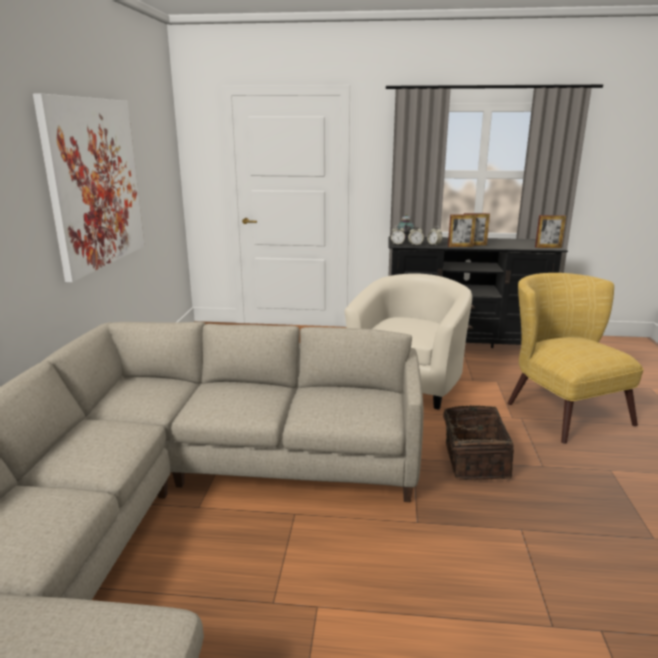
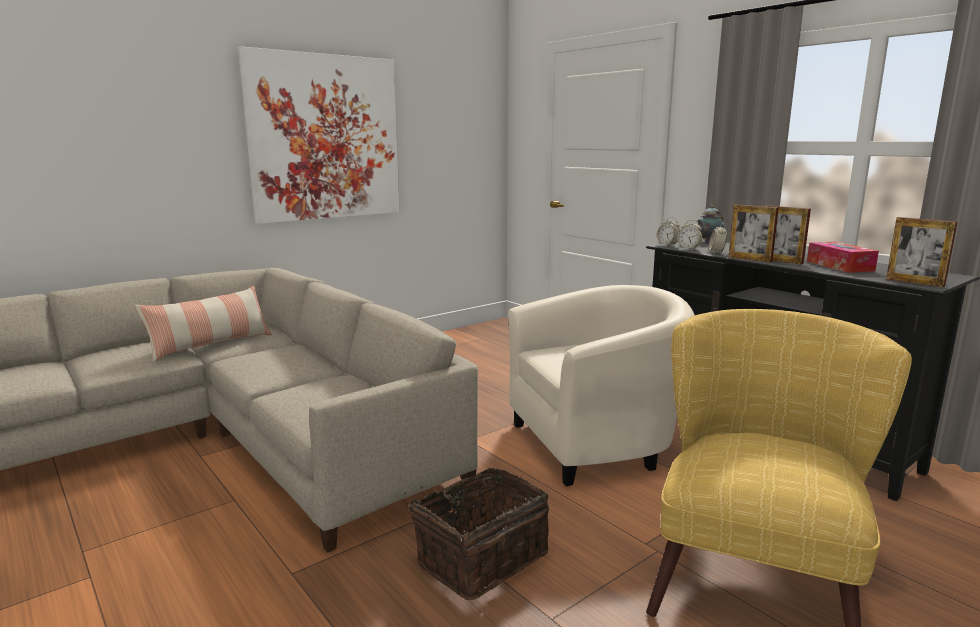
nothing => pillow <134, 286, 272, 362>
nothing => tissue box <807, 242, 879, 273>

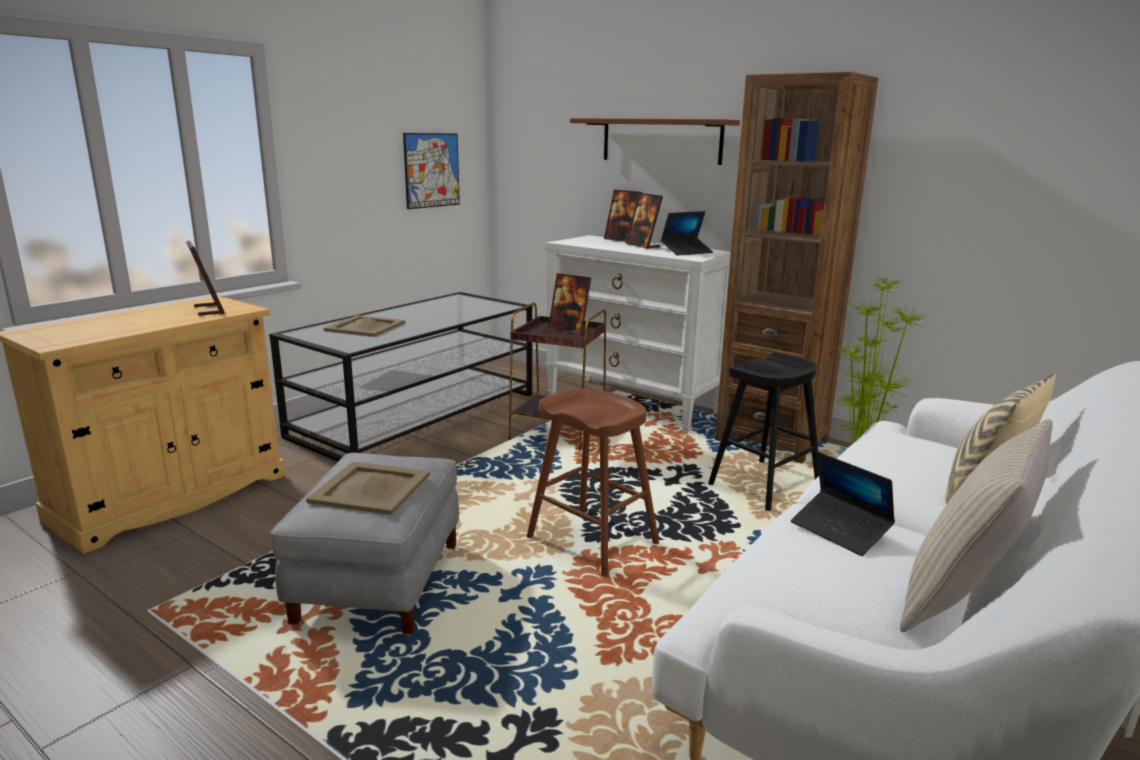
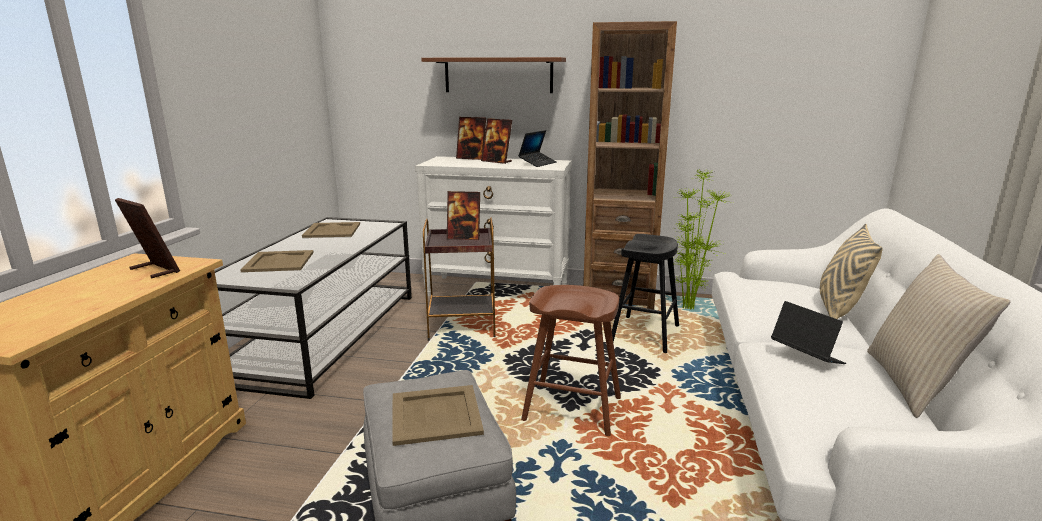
picture <403, 133, 460, 209> => nothing
nothing => tray in beige <302, 222, 360, 238>
laptop <791, 452, 895, 556> => laptop <771, 301, 846, 364>, 150 degrees counterclockwise

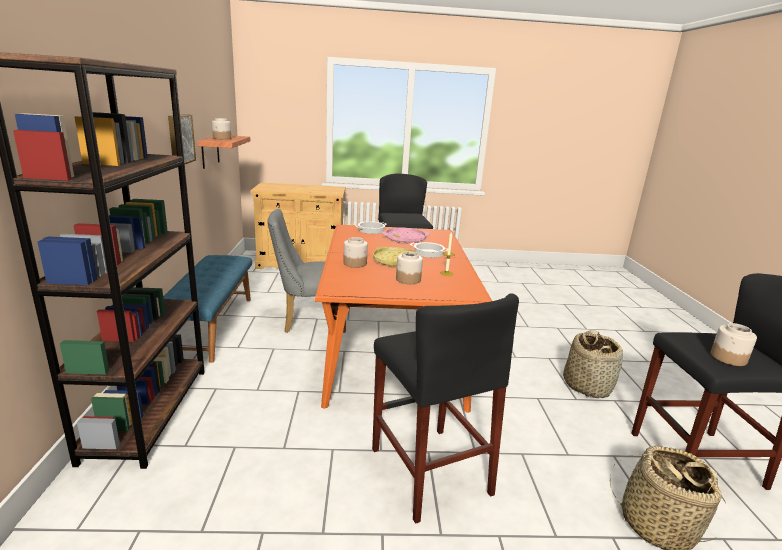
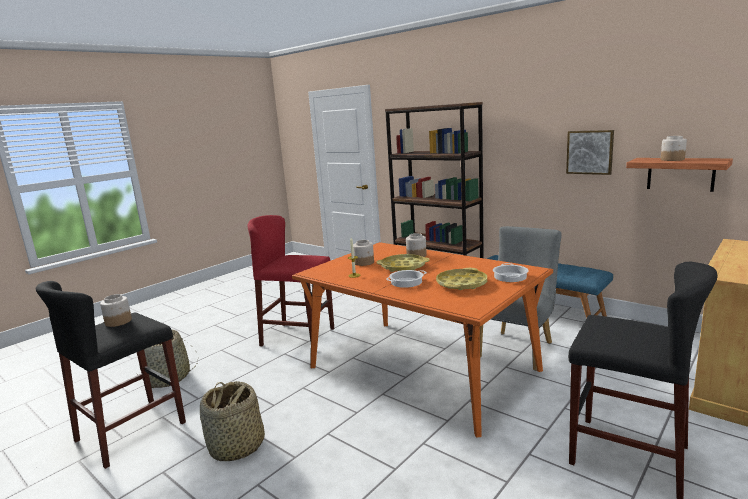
stool in black <372, 293, 519, 524> => stool in red <247, 215, 334, 346>
tray in pink <382, 228, 430, 244> => tray in yellow <436, 268, 487, 290>

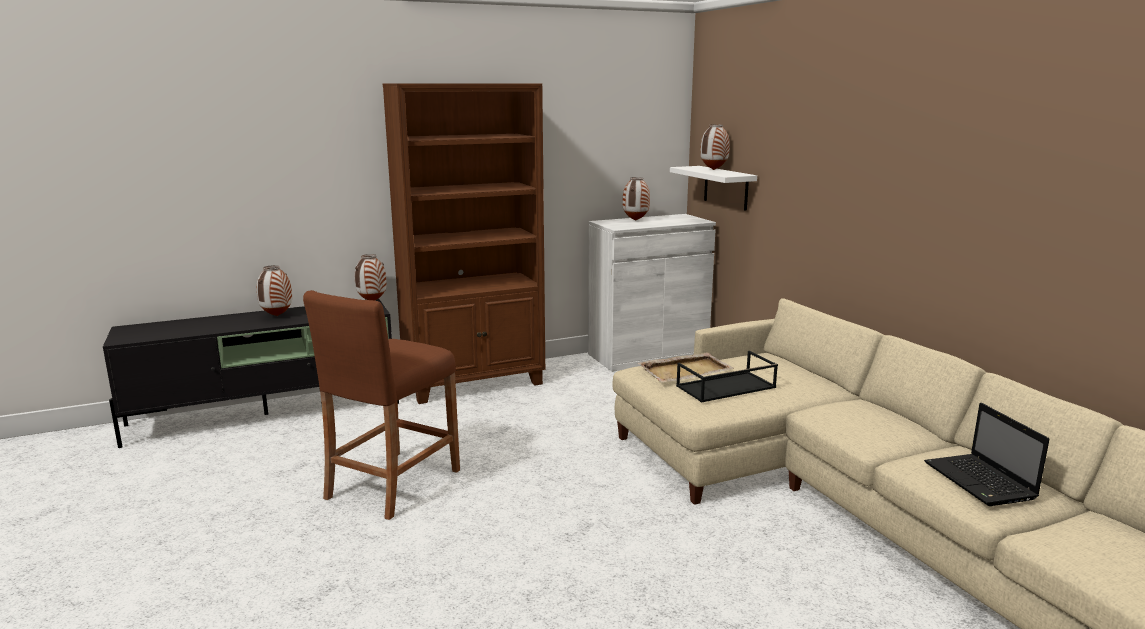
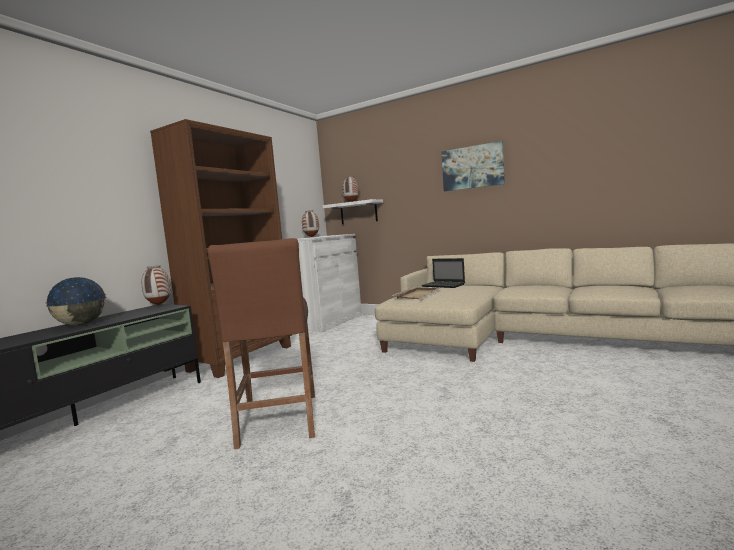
tray in black <676, 351, 778, 402> => nothing
nothing => picture <442, 141, 505, 191>
laptop <924, 403, 1049, 506> => laptop <421, 258, 465, 288>, move
vase <257, 265, 292, 316> => globe <46, 277, 107, 325>

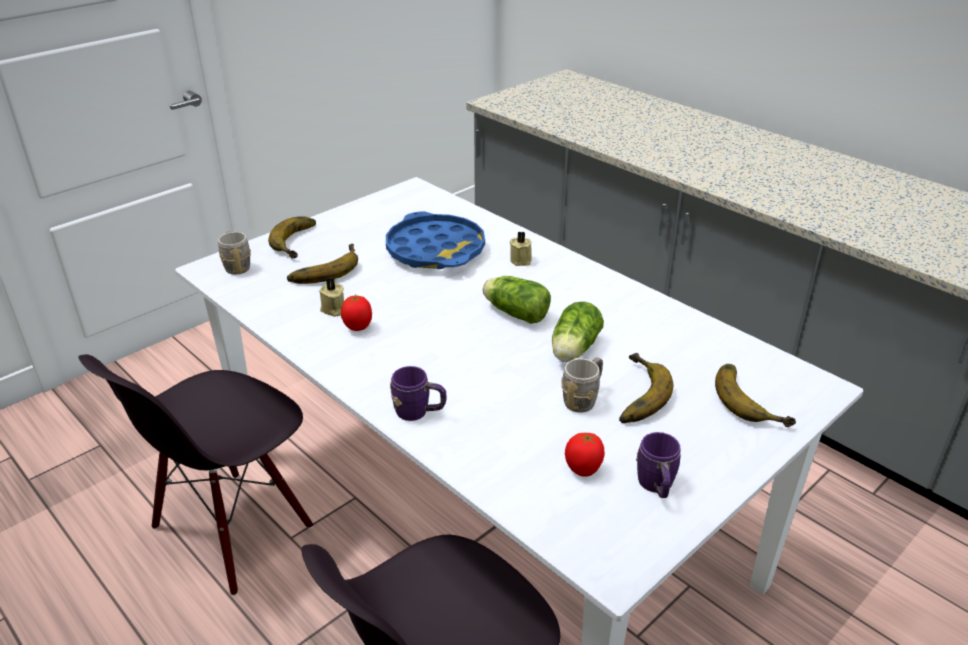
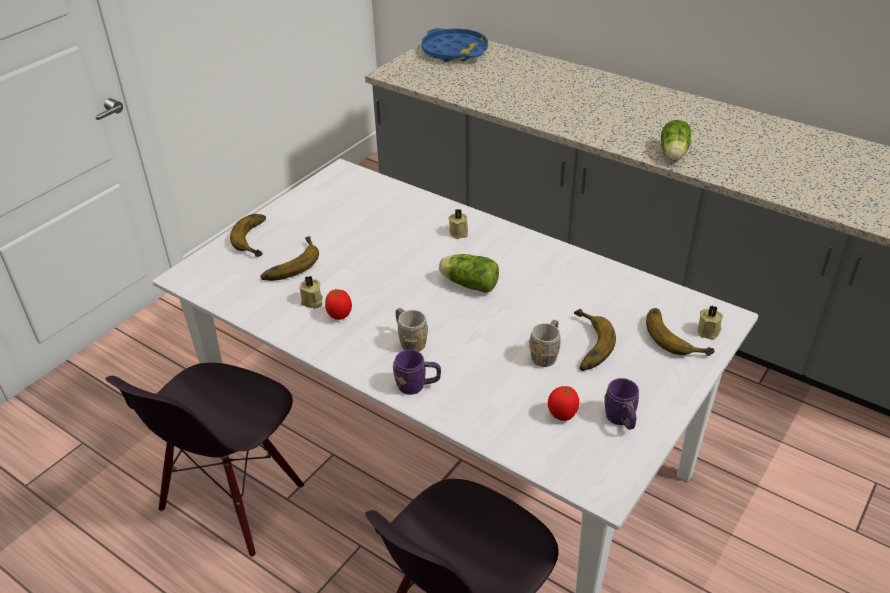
nothing => candle in beige <697, 305, 723, 340>
mug in grey <218, 231, 251, 275> => mug in grey <396, 308, 428, 352>, move
tray in blue <386, 211, 485, 269> => tray in blue <421, 28, 488, 62>, move
lettuce <552, 302, 604, 362> => lettuce <661, 120, 691, 160>, move

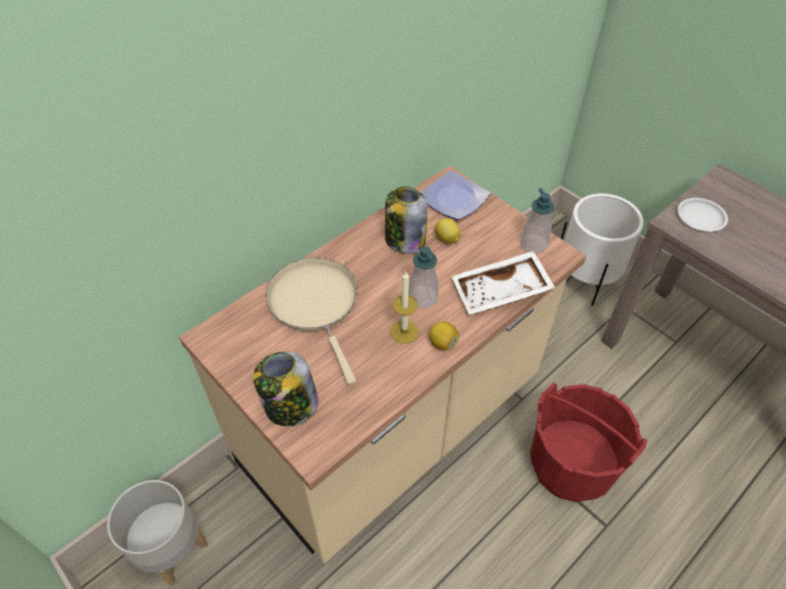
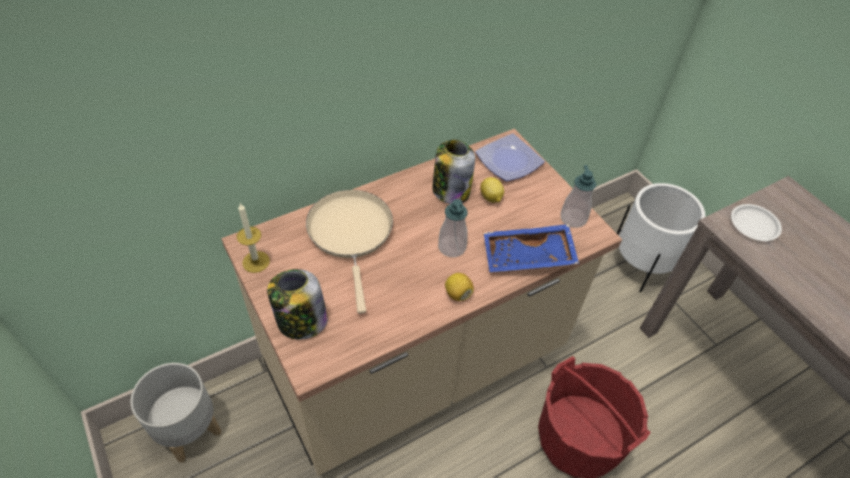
candle <391, 272, 418, 343> => candle <237, 203, 270, 273>, move
tray in white <451, 251, 555, 315> => tray in blue <484, 224, 579, 272>

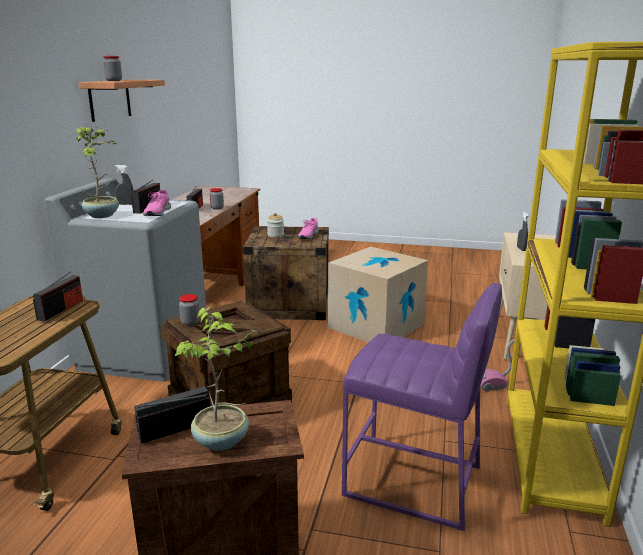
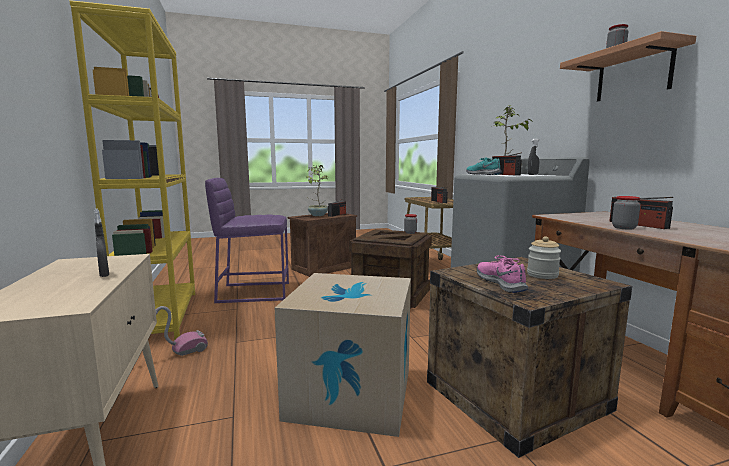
shoe in pink <143, 190, 171, 216> => shoe in turquoise <466, 157, 502, 175>

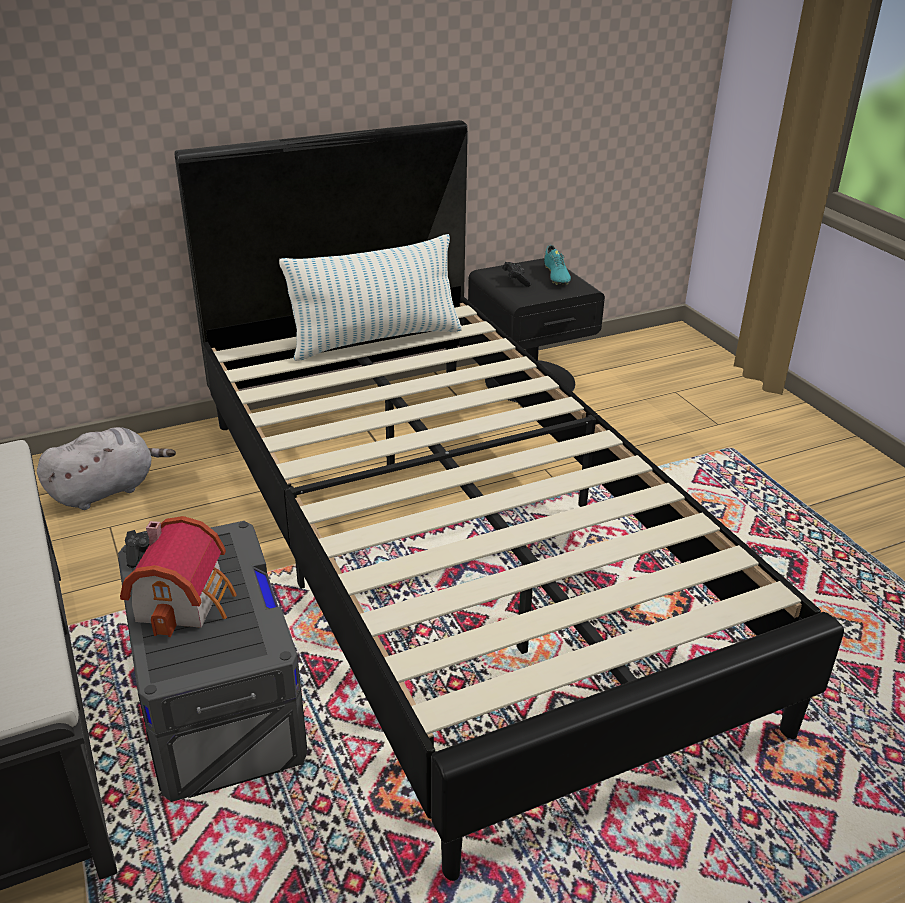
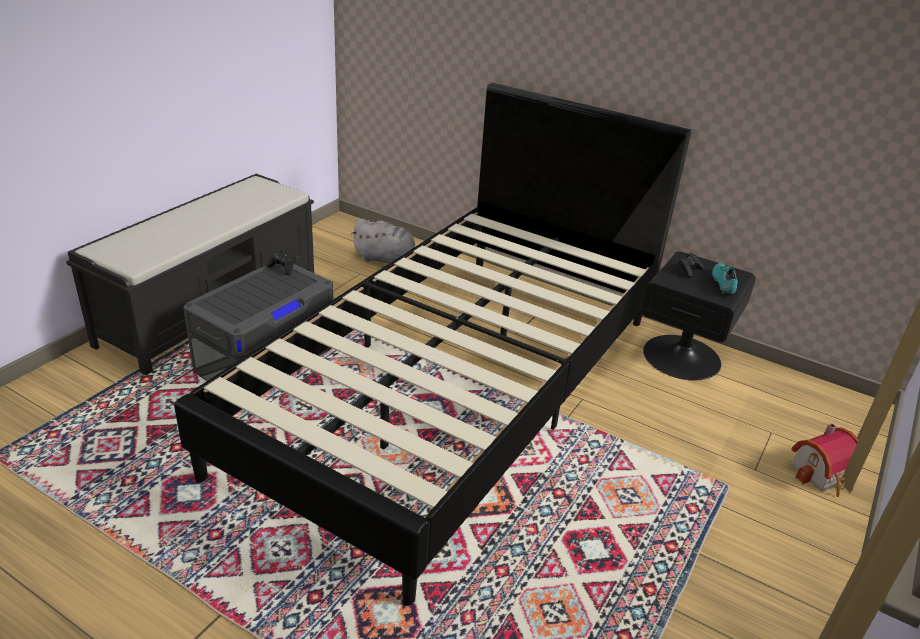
pillow <279, 234, 462, 361> => nothing
toy house <120, 516, 237, 637> => toy house <791, 423, 859, 497>, move
shoe in turquoise <544, 245, 571, 285> => shoe in turquoise <712, 263, 738, 294>, 135 degrees clockwise

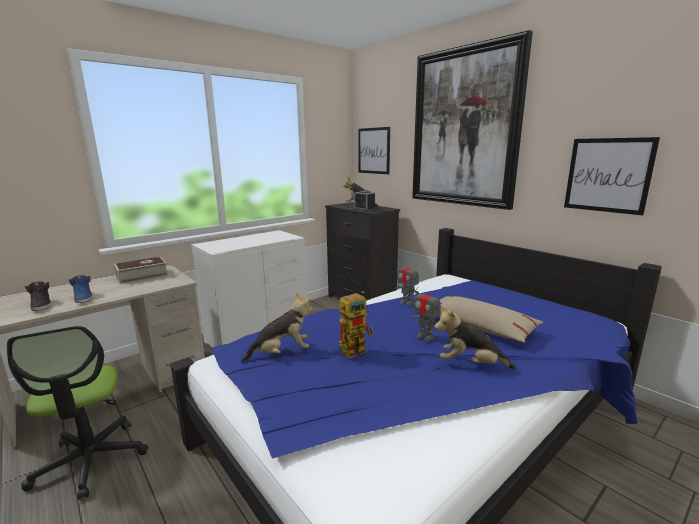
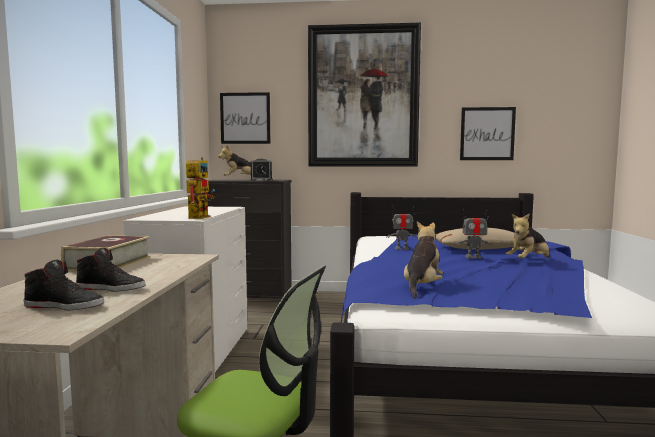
toy robot <339, 291, 374, 358> => toy robot <186, 157, 215, 219>, move
shoe in blue <68, 275, 93, 303> => shoe in black <75, 248, 146, 291>

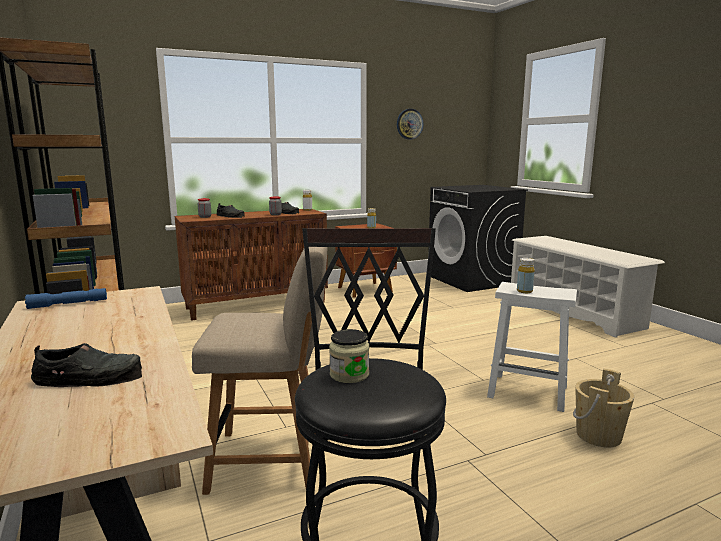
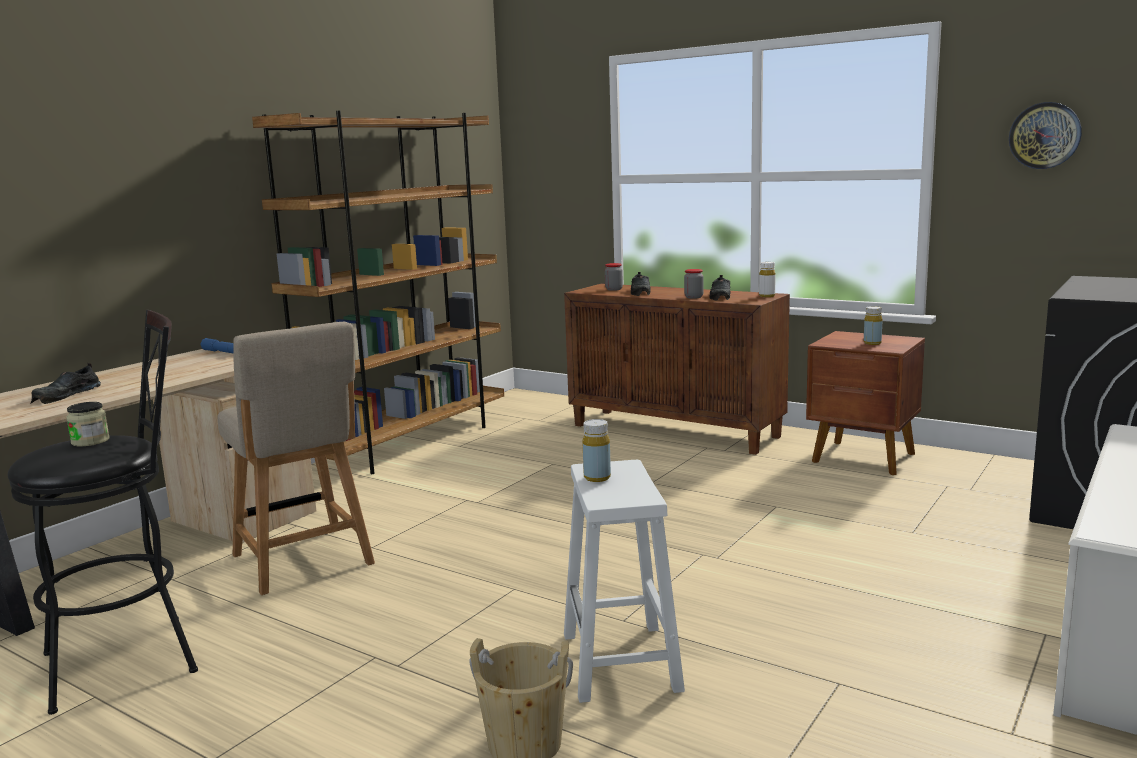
shoe in black <31, 343, 142, 387> => shoe in black <30, 363, 101, 404>, 60 degrees clockwise

